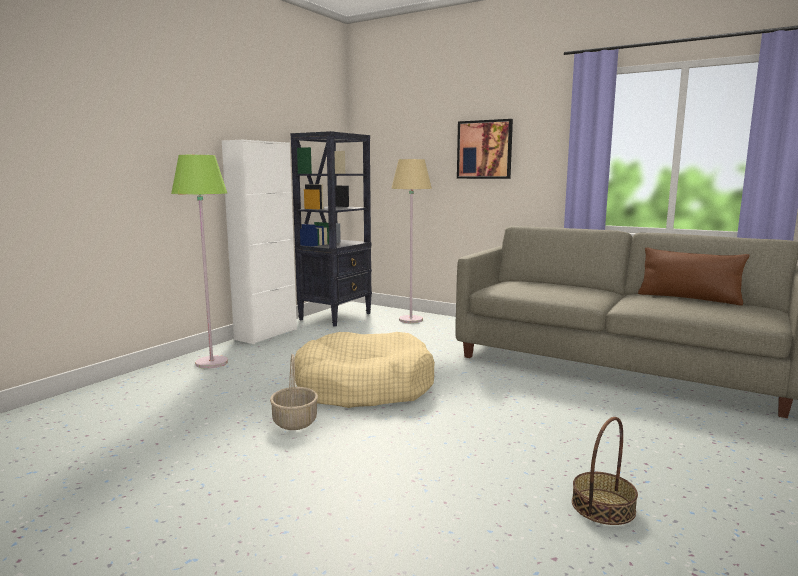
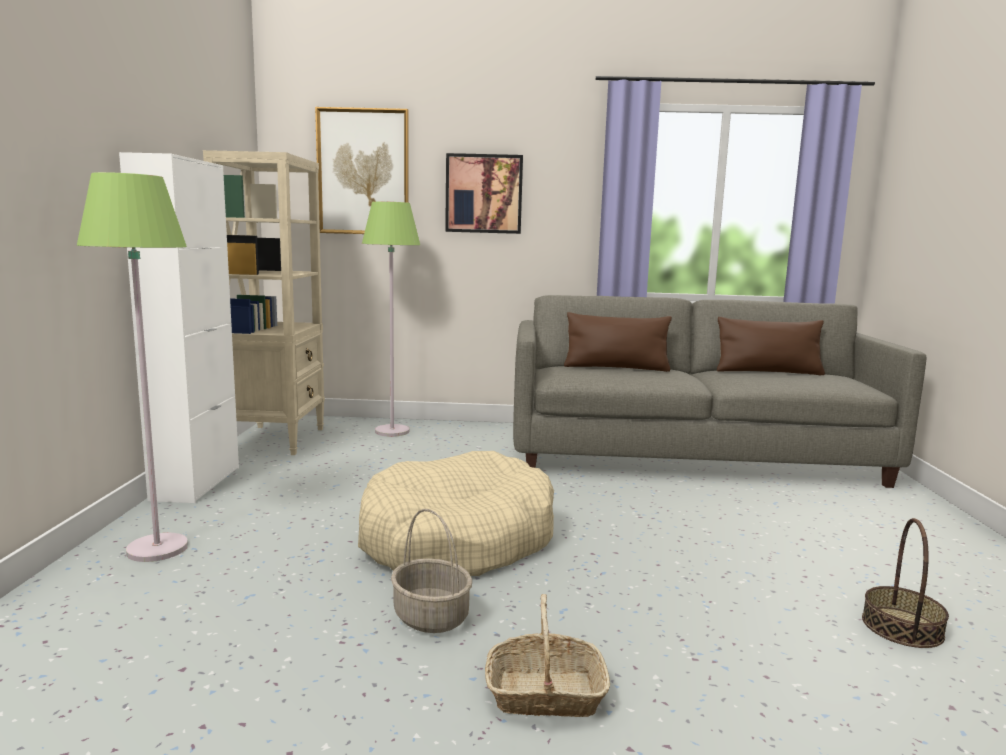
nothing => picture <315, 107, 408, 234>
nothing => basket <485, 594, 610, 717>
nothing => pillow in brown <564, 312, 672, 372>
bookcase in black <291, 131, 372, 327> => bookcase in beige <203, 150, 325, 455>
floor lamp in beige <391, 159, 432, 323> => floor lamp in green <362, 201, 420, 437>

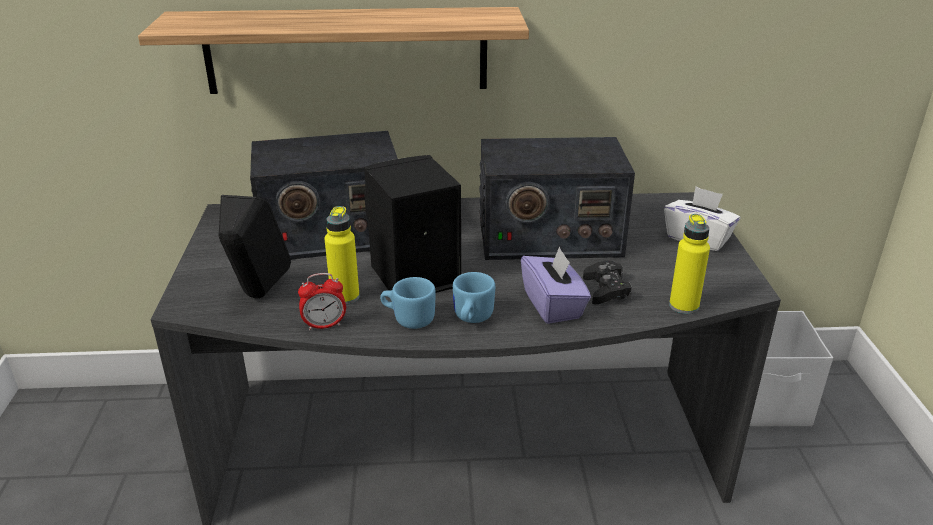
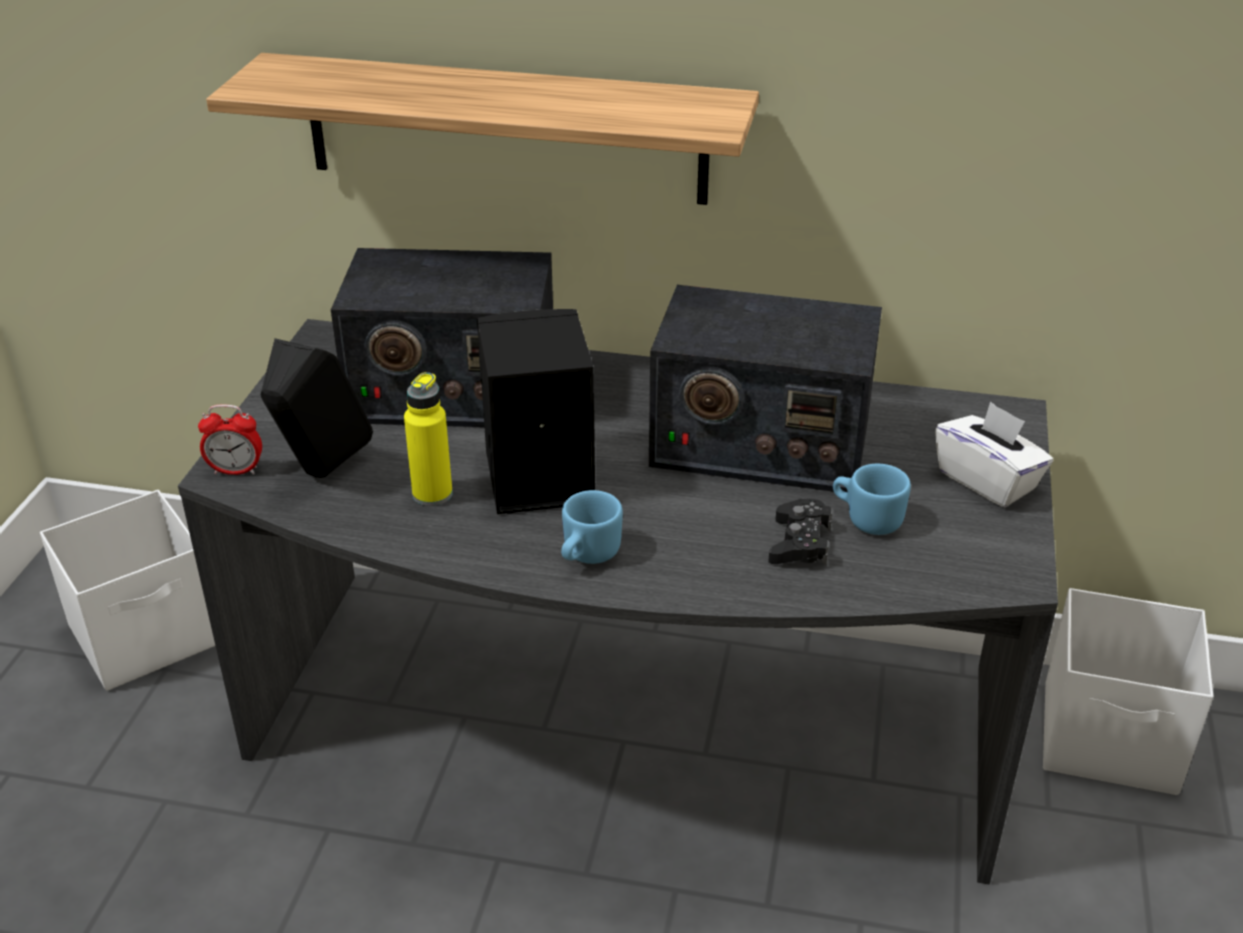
tissue box in purple <521, 246, 591, 324> => nothing
bottle in yellow <669, 214, 710, 314> => nothing
nothing => storage box in white <40, 490, 215, 691>
alarm clock <298, 273, 346, 330> => alarm clock <198, 404, 262, 475>, move
mug in blue <380, 277, 436, 329> => mug in blue <833, 464, 911, 535>, move

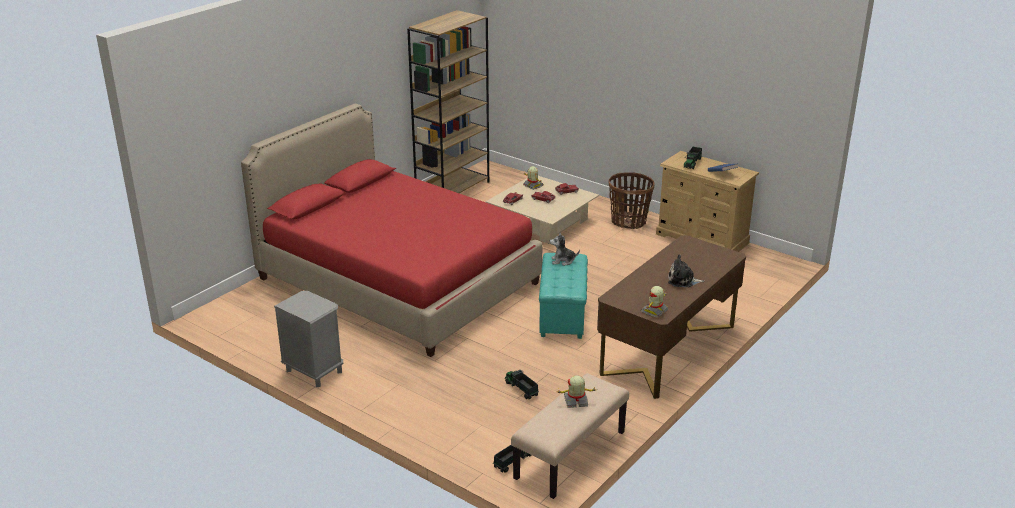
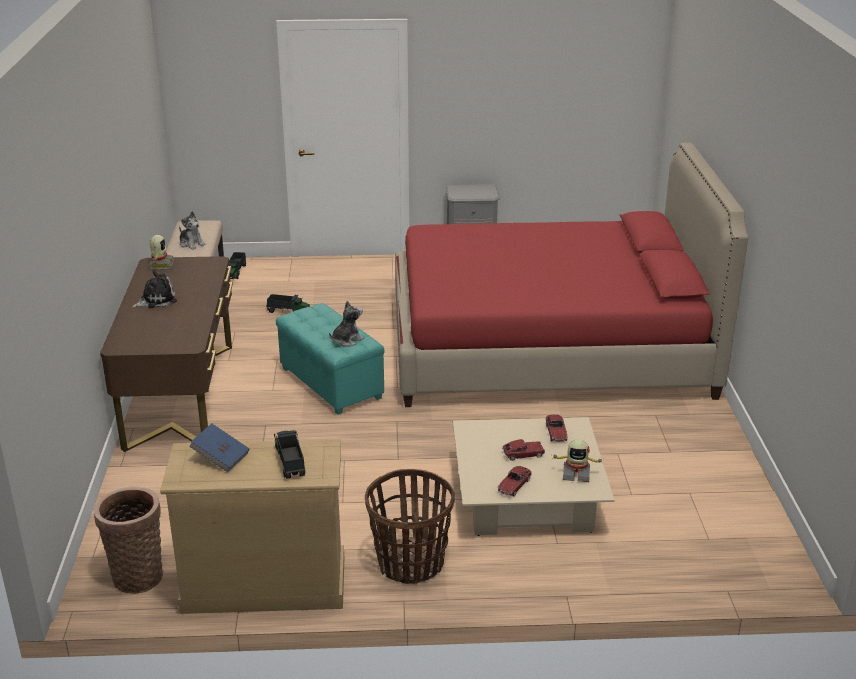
bookcase in brown <407, 10, 489, 193> => nothing
nothing => basket <94, 487, 163, 594>
toy robot <556, 375, 595, 408> => plush toy <179, 211, 205, 250>

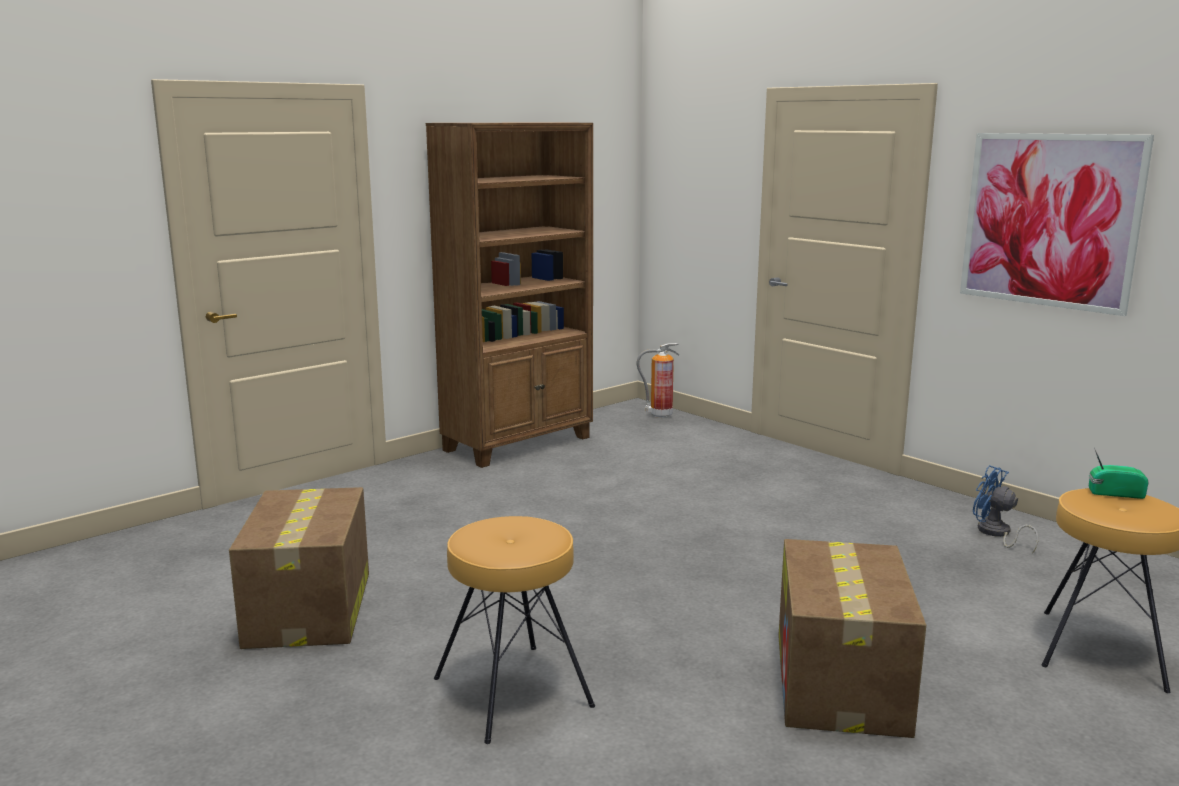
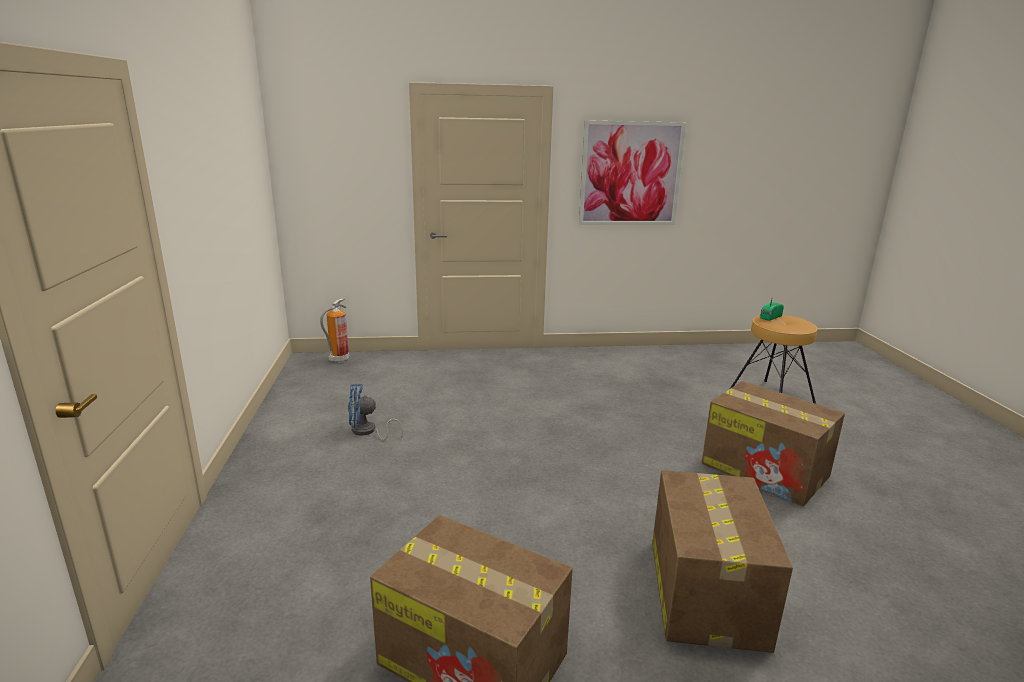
bookcase in brown <426, 122, 593, 468> => nothing
fan in blue <973, 465, 1039, 554> => fan in blue <348, 384, 403, 441>, move
stool in brown <434, 516, 595, 744> => cardboard box <652, 470, 793, 653>

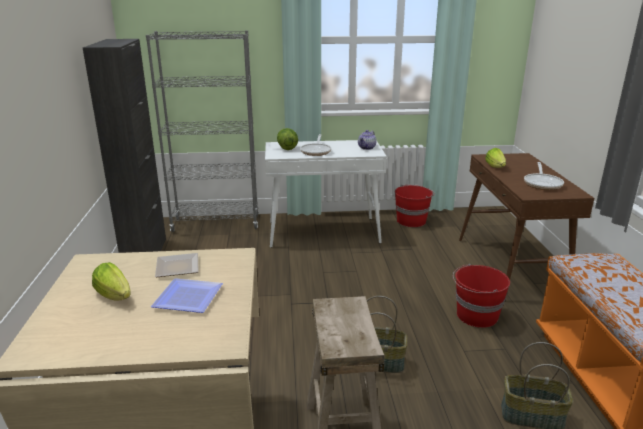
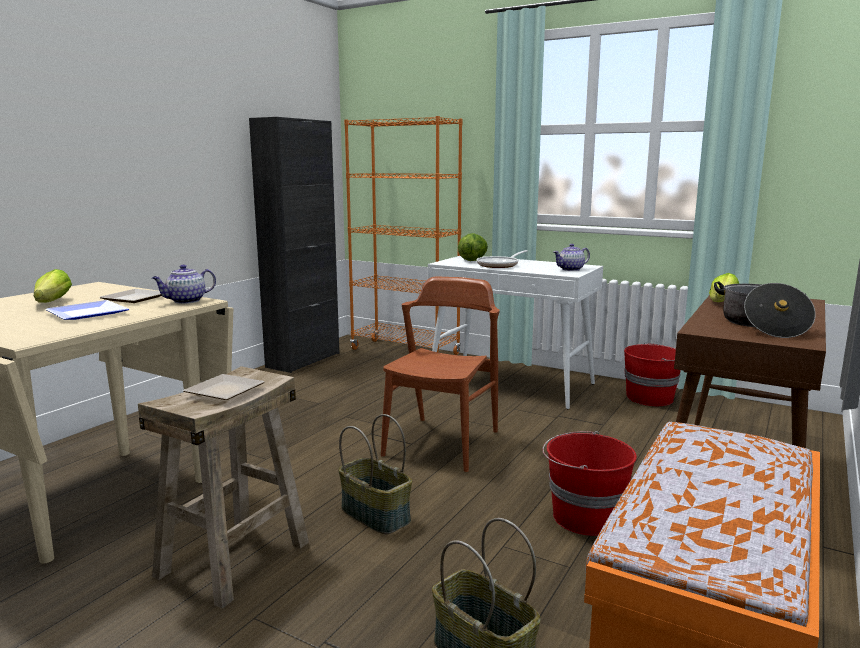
nothing => teapot <152, 265, 216, 304>
nothing => plate <183, 374, 265, 400>
nothing => chair in brown <381, 276, 500, 472>
frying pan <524, 162, 564, 190> => cooking pot <714, 282, 816, 338>
bookcase in grey <146, 30, 258, 232> => bookcase in orange <344, 116, 463, 355>

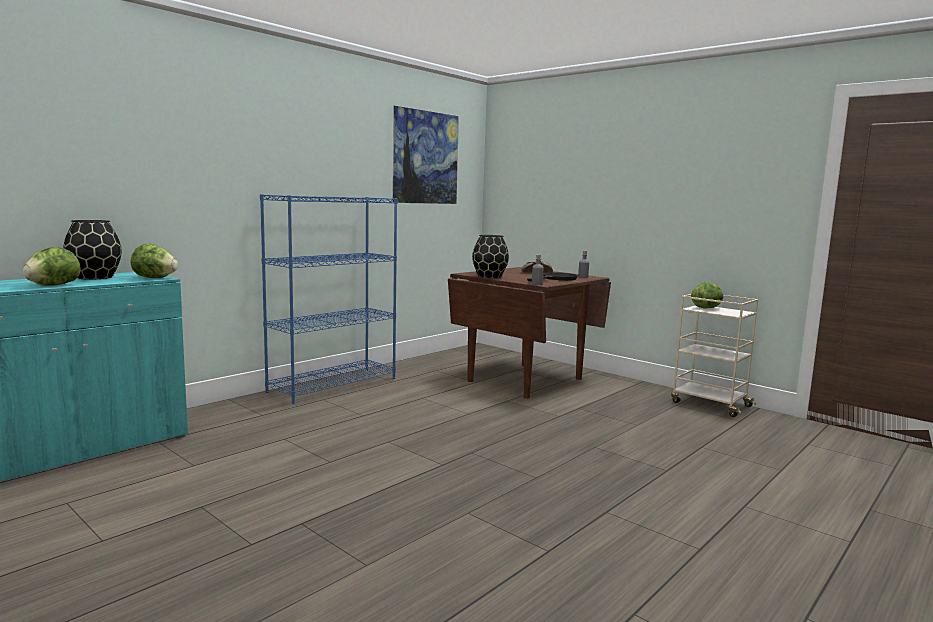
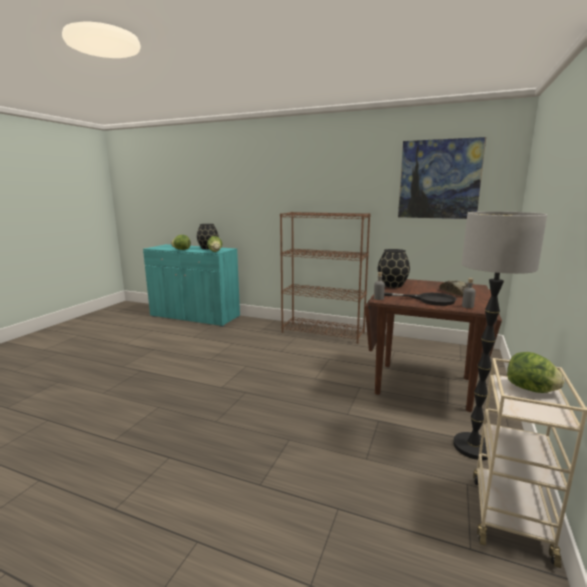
nothing => floor lamp <453, 211, 547, 460>
bookcase in blue <260, 194, 398, 404> => bookcase in brown <280, 212, 371, 344>

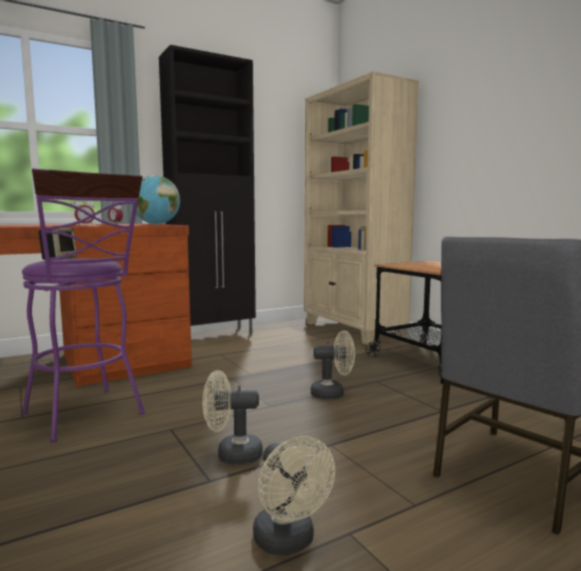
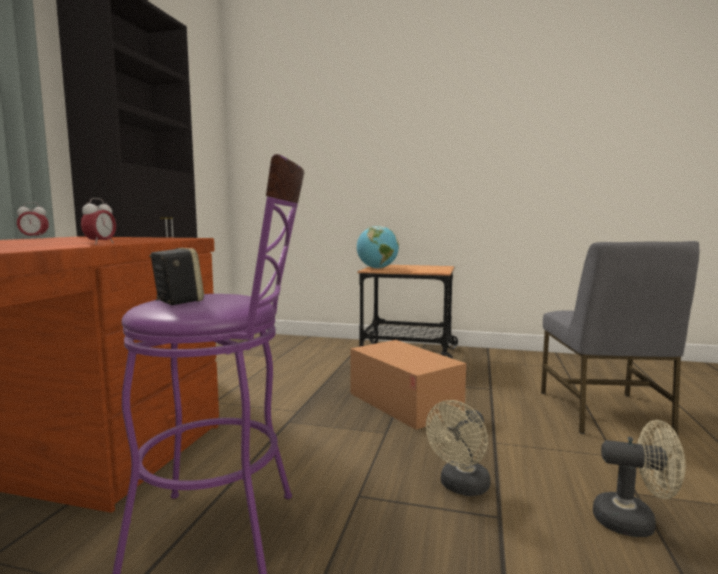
bookcase in beige <304, 71, 419, 345> => nothing
globe <131, 175, 180, 225> => globe <357, 226, 399, 269>, move
fan in beige <311, 331, 355, 399> => cardboard box <350, 340, 466, 430>

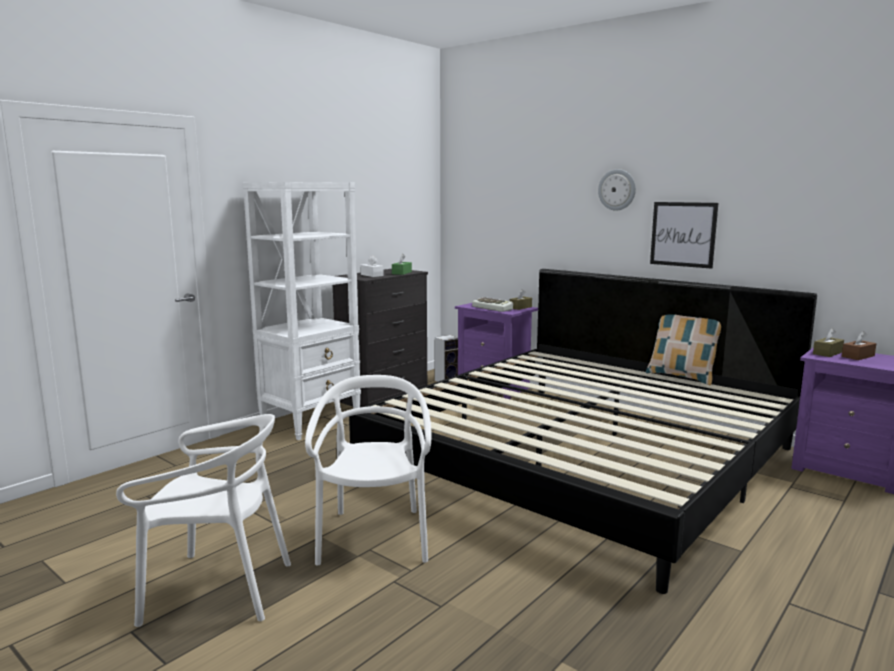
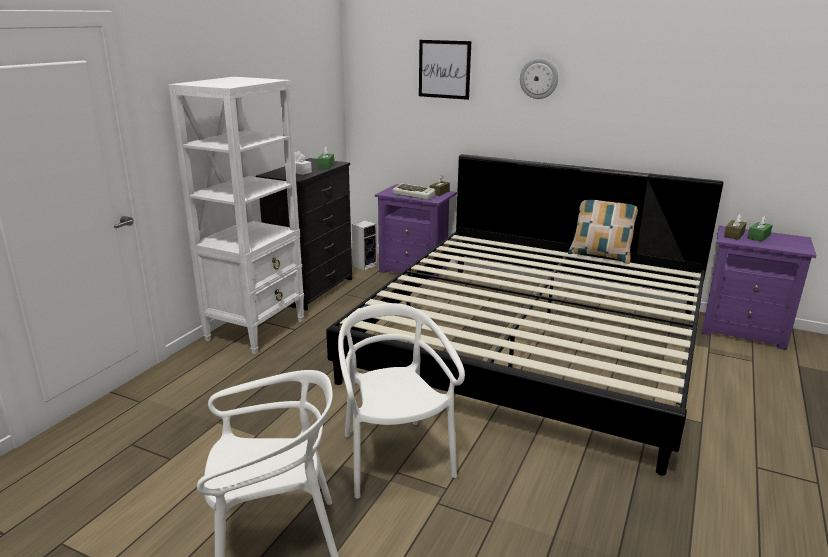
picture <650, 202, 718, 269> => picture <419, 40, 471, 100>, move
tissue box in brown <842, 331, 876, 360> => tissue box in green <747, 216, 773, 242>

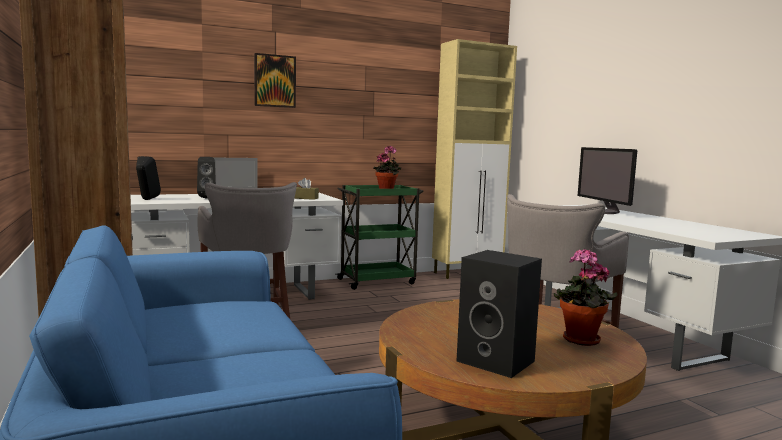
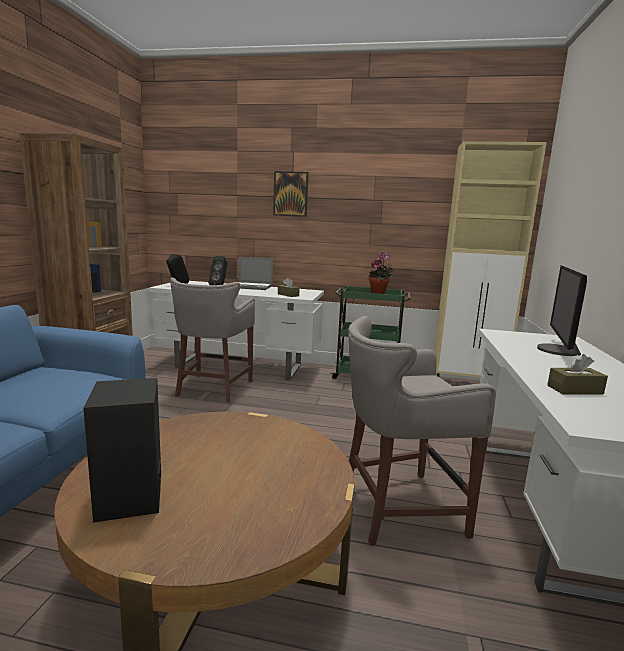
potted plant <554, 249, 618, 346> => nothing
nothing => tissue box in brown <547, 354, 608, 395>

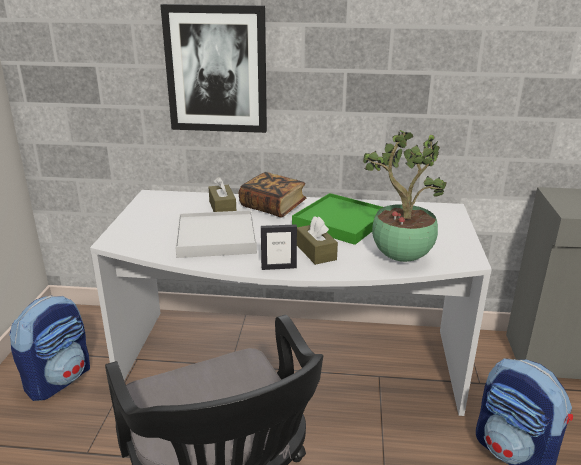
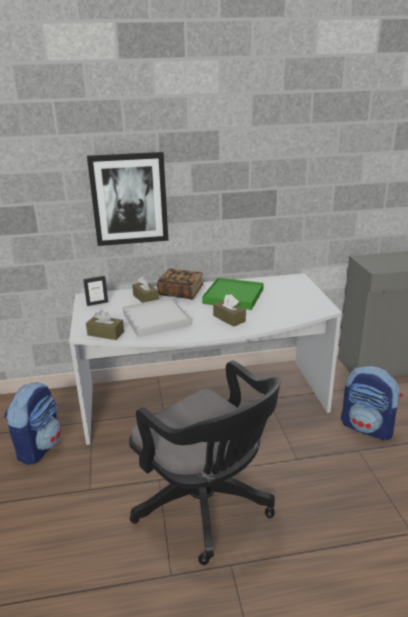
potted plant <363, 130, 447, 262> => nothing
nothing => tissue box in brown <86, 309, 124, 340>
picture frame <261, 224, 297, 270> => picture frame <83, 276, 108, 306>, move

